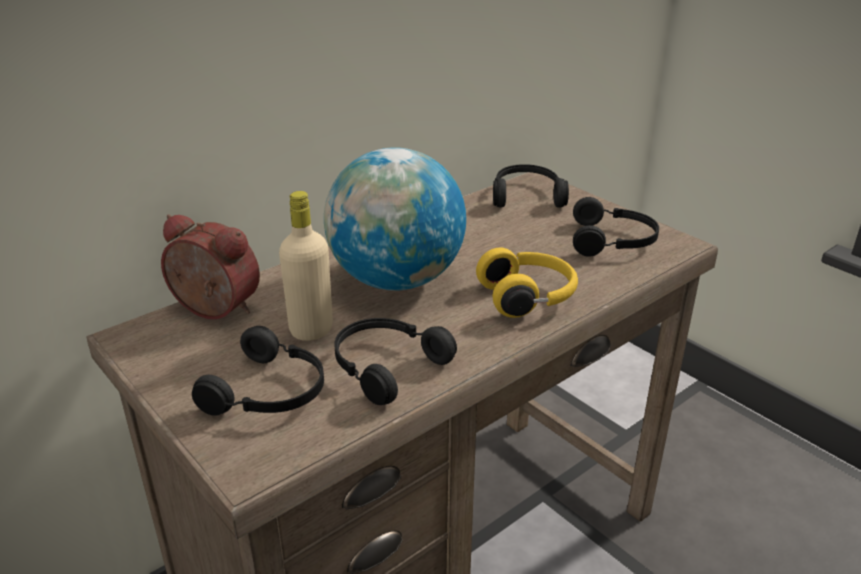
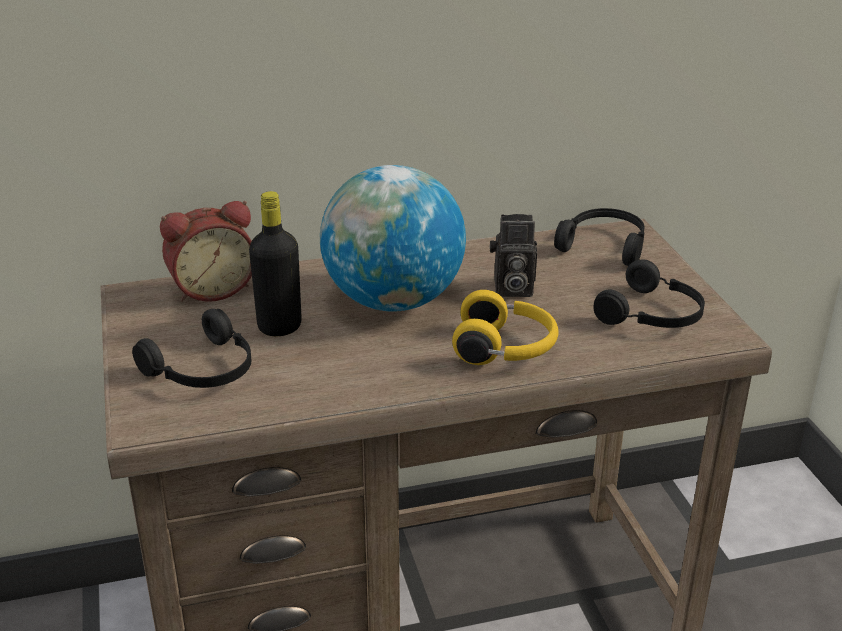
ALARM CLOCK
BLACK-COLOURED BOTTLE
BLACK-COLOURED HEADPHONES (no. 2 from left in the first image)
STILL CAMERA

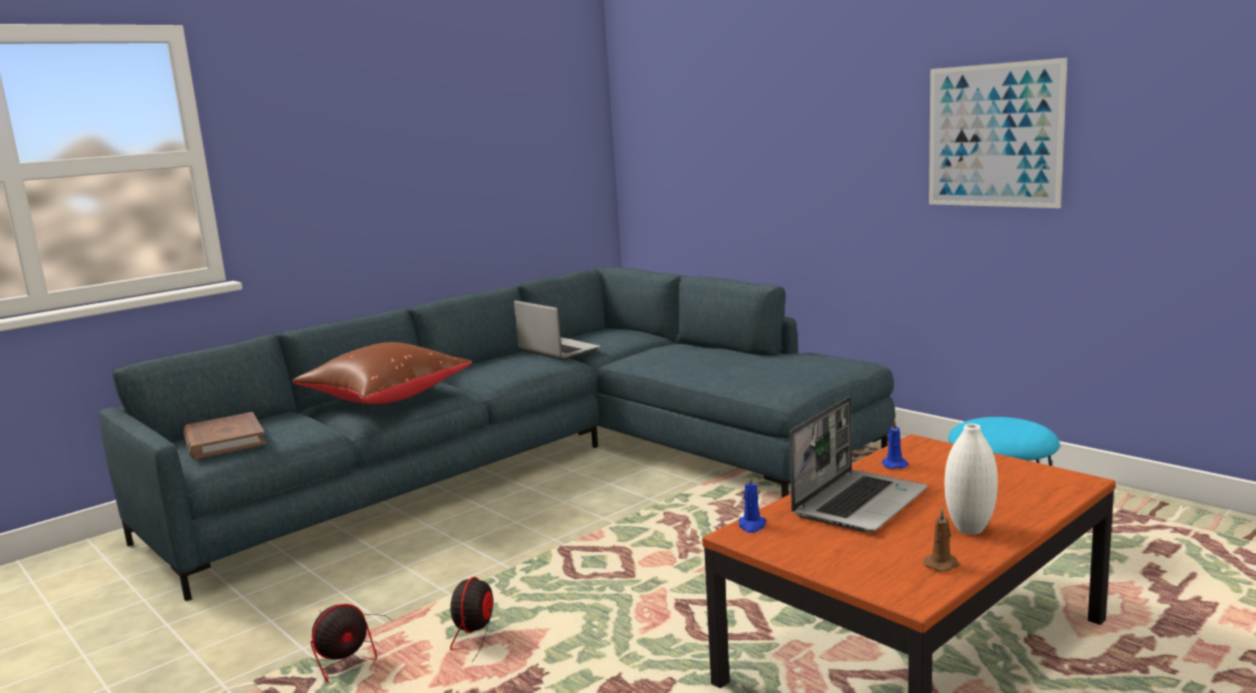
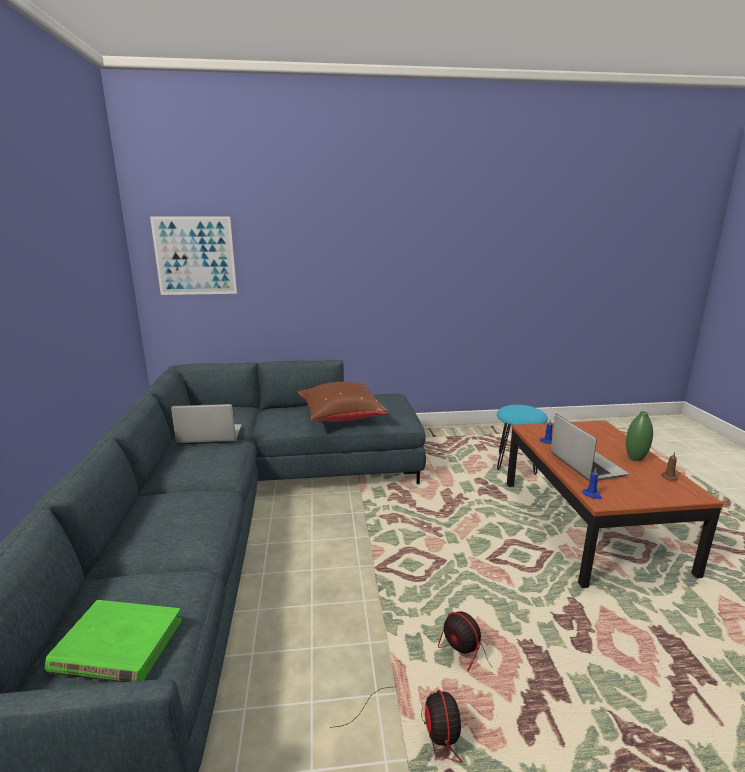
GREEN VOLUME
BROWN PILLOW
WALL ART
GREEN DECORATIVE VASE

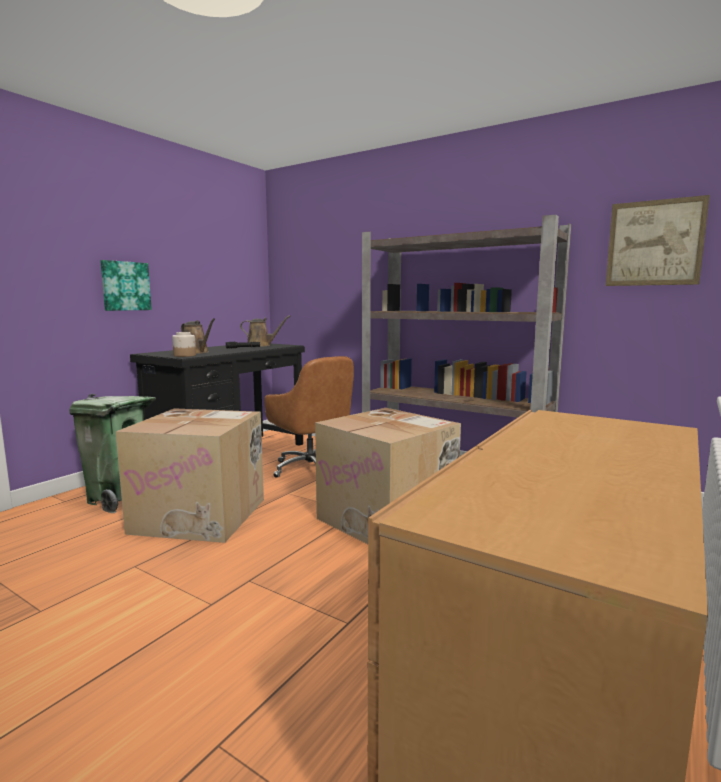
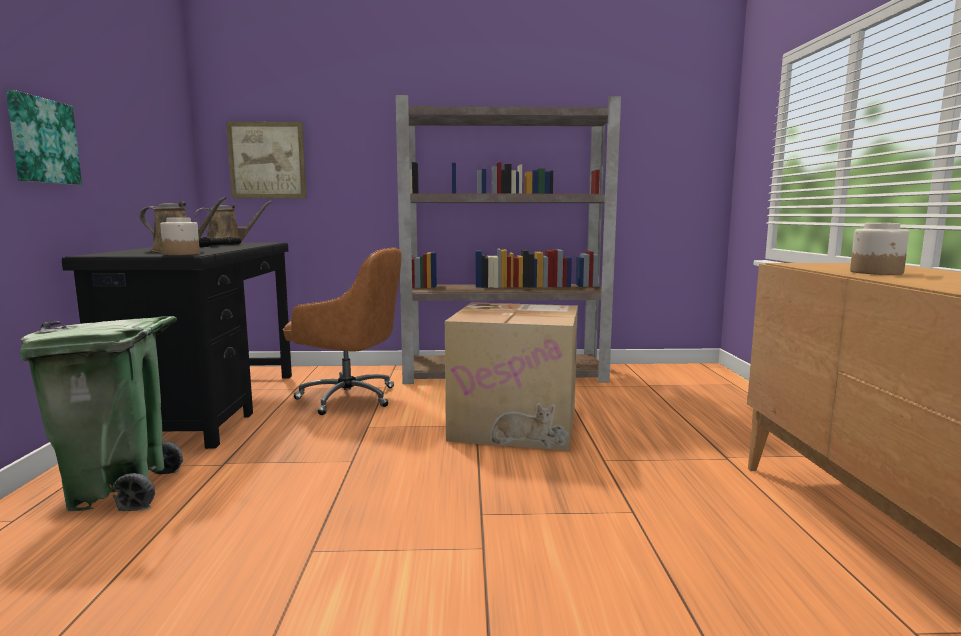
PACKING BOX (no. 1 from left in the first image)
WALL ART (no. 2 from left)
PRESERVE JAR (no. 2 from left)

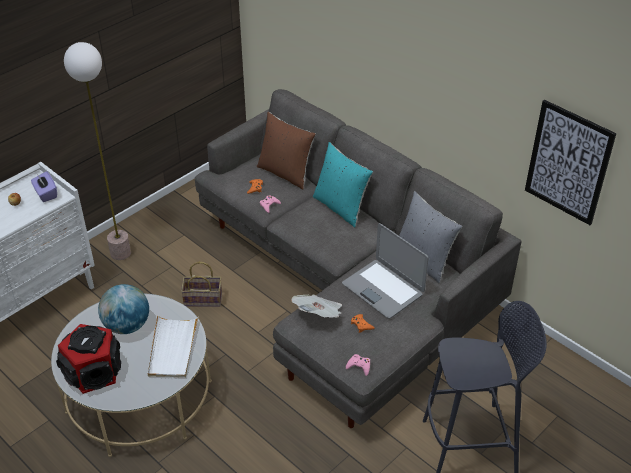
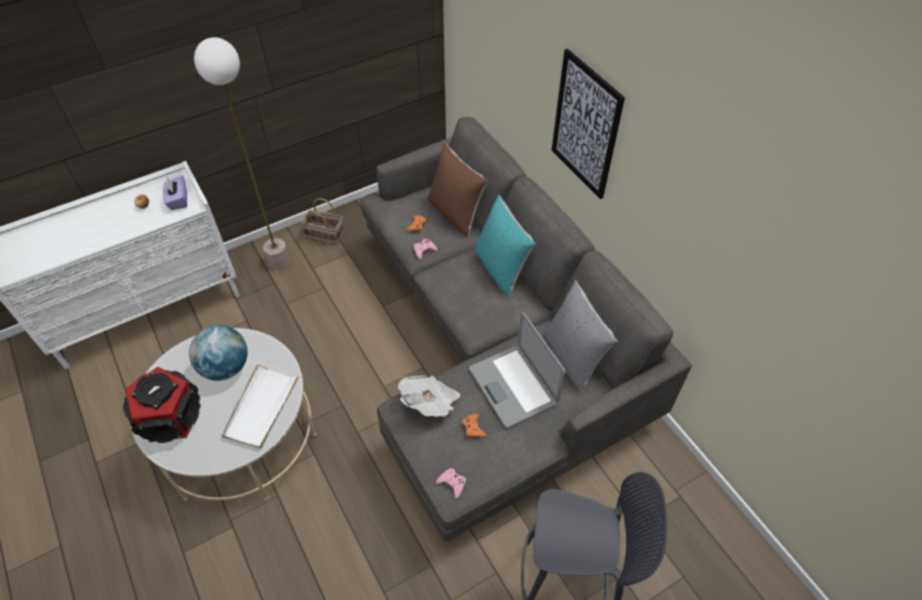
BASKET
WALL ART

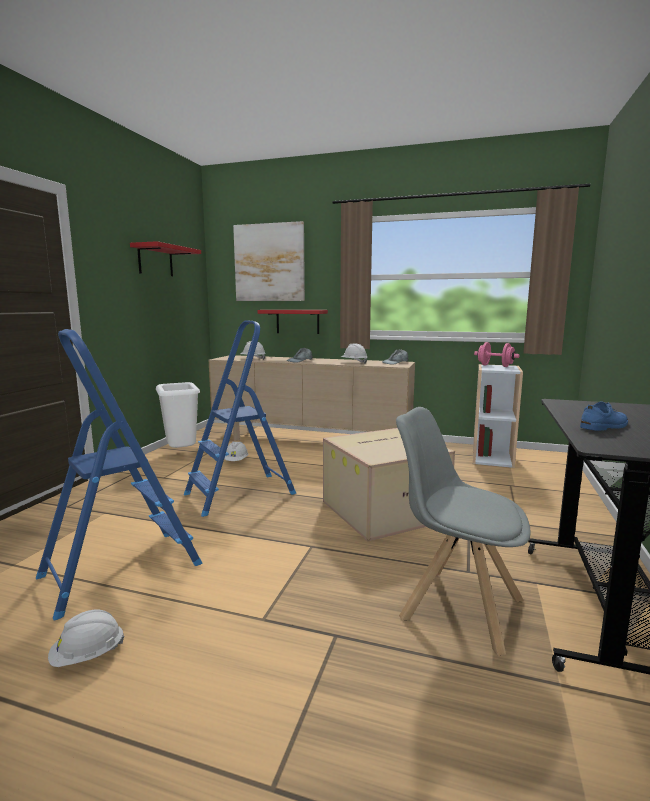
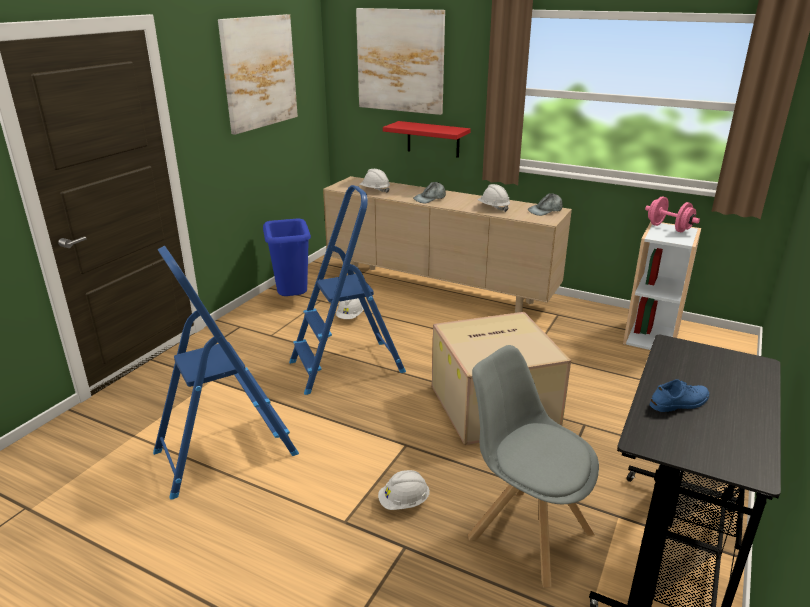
WHITISH HARD HAT (no. 3 from left)
WALL ART (no. 1 from left)
BLUE-COLOURED RUBBISH BIN

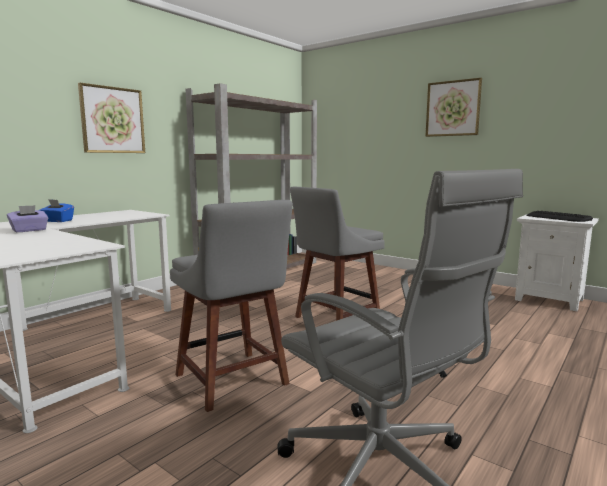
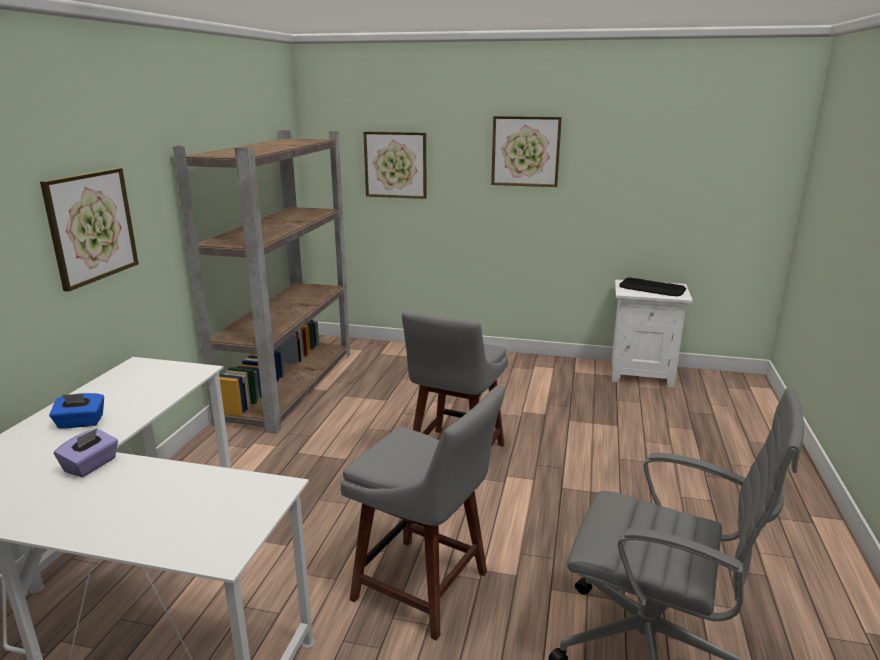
WALL ART (no. 2 from left)

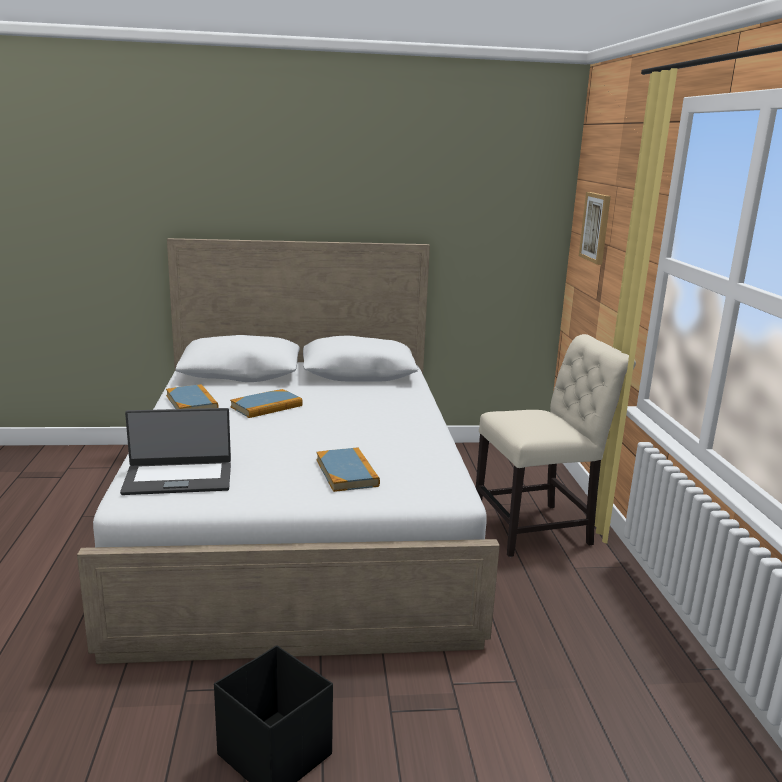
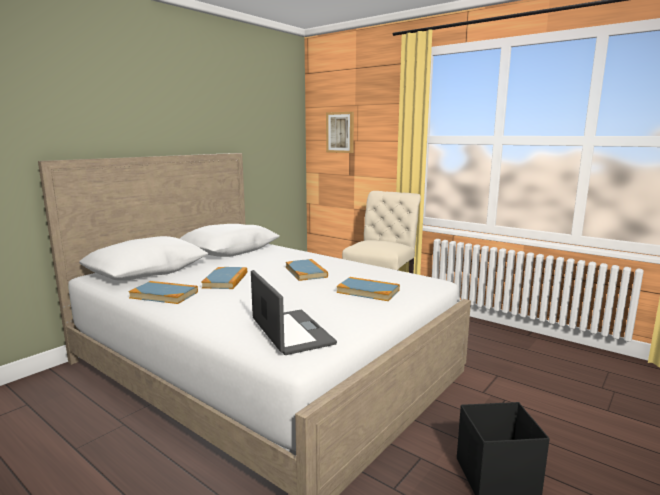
PORTABLE COMPUTER
VOLUME (no. 3 from left)

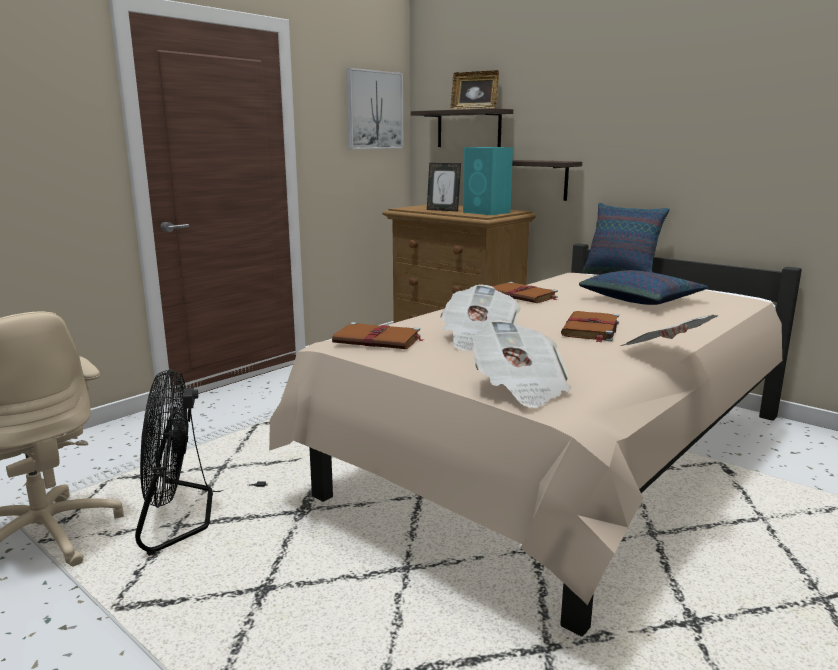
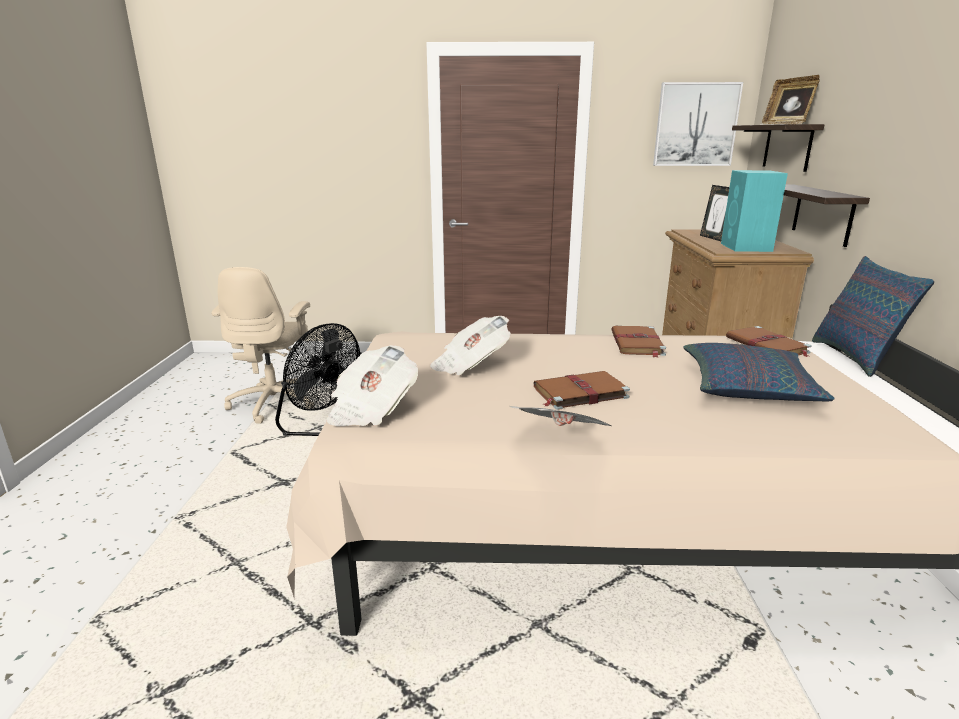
BROWN VOLUME (no. 3 from left)

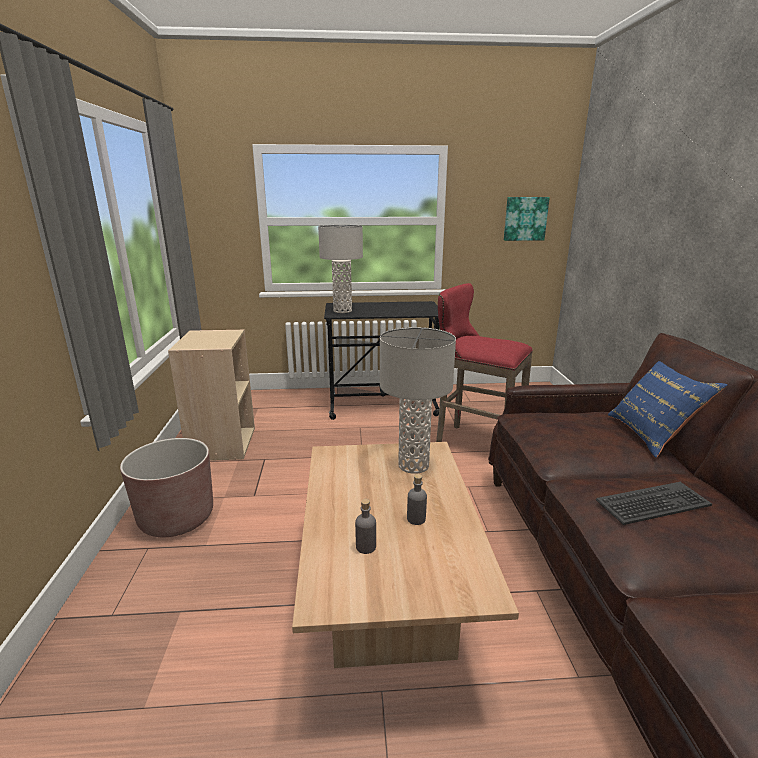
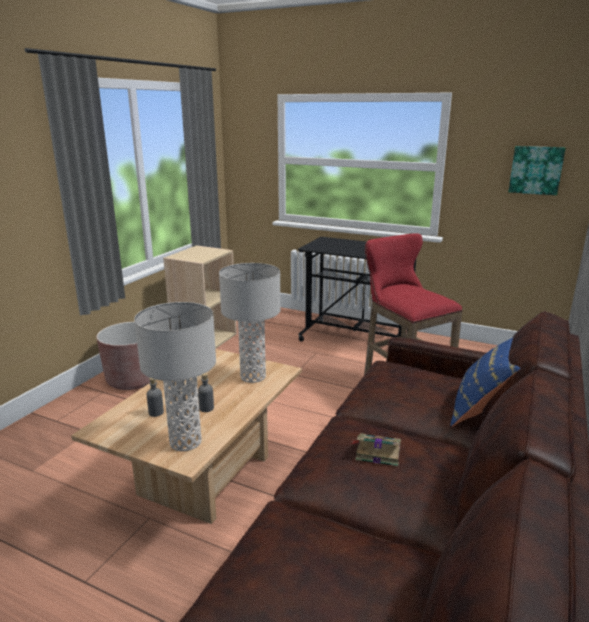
WHITISH LAMP FOR A TABLE (no. 1 from left)
VOLUME

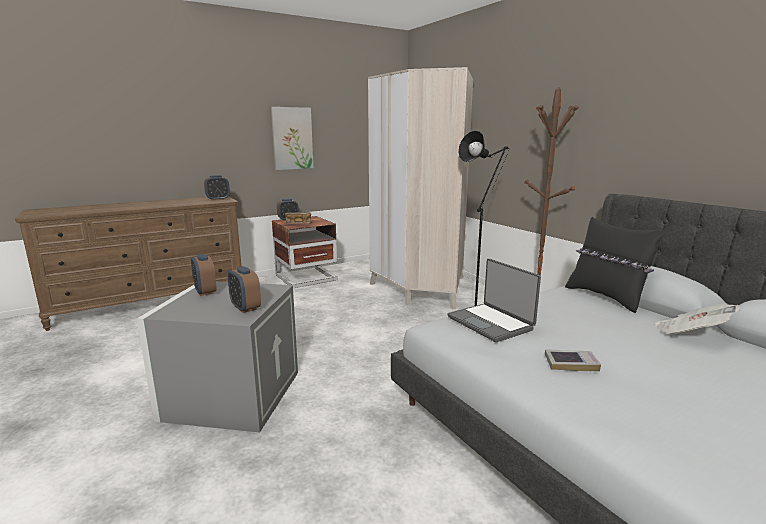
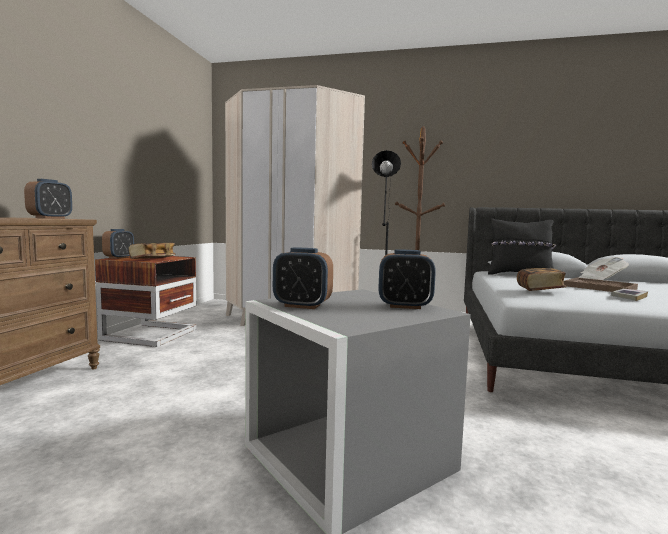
WALL ART
VOLUME (no. 2 from left)
BROWN CARRYING TRAY

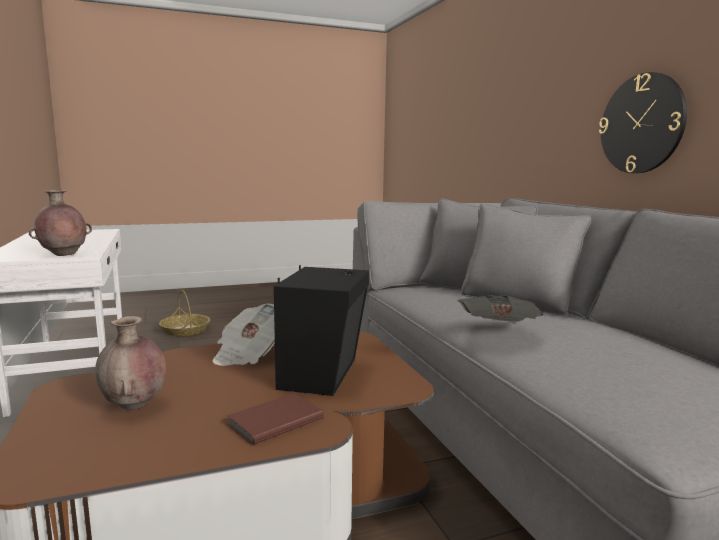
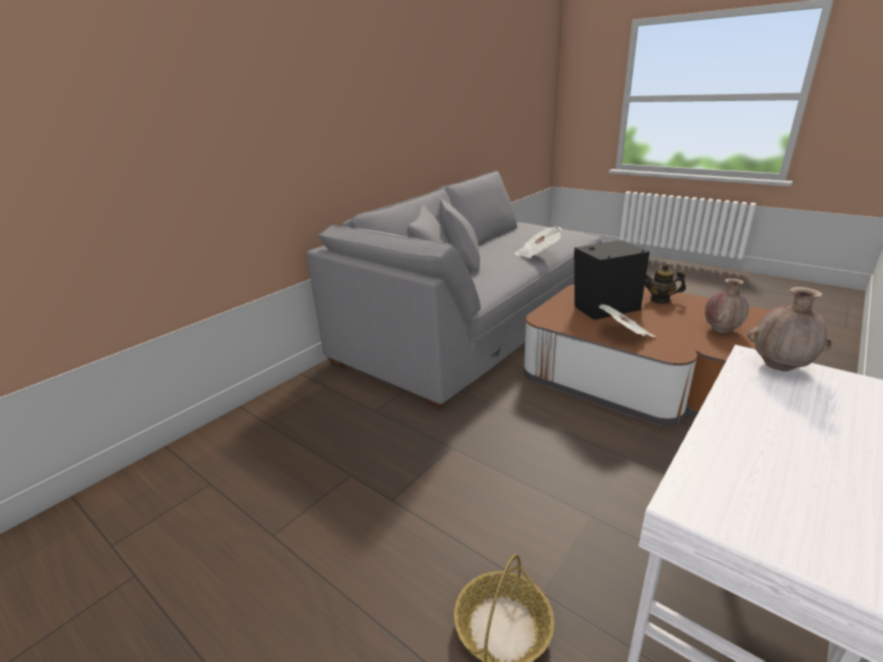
POT FOR TEA
HANGING CLOCK

